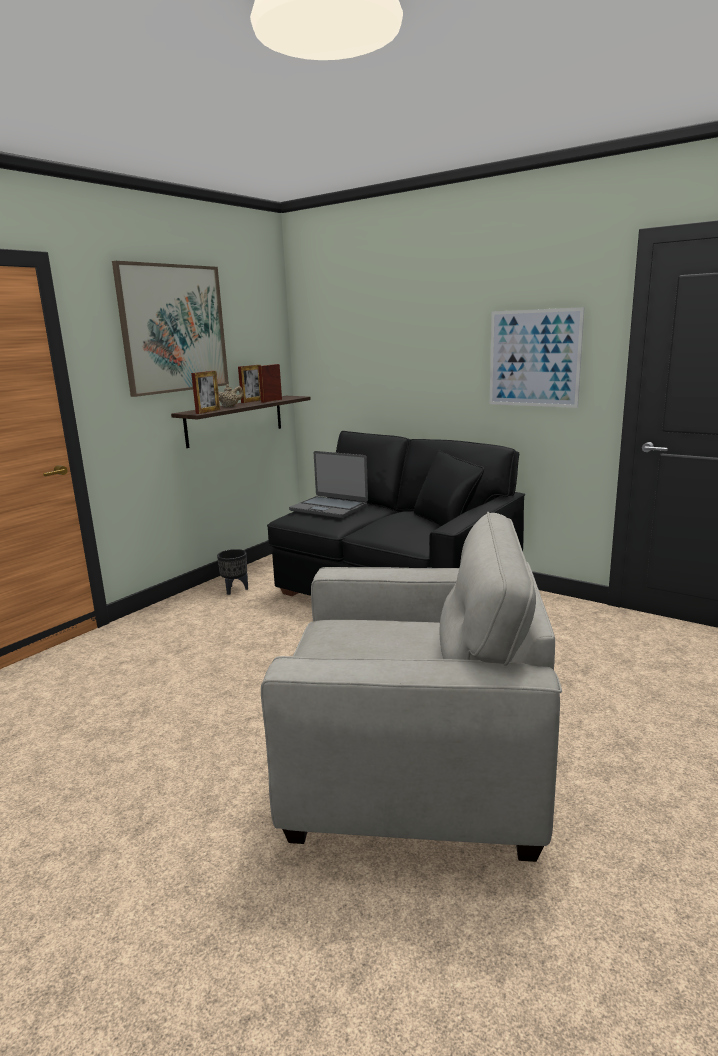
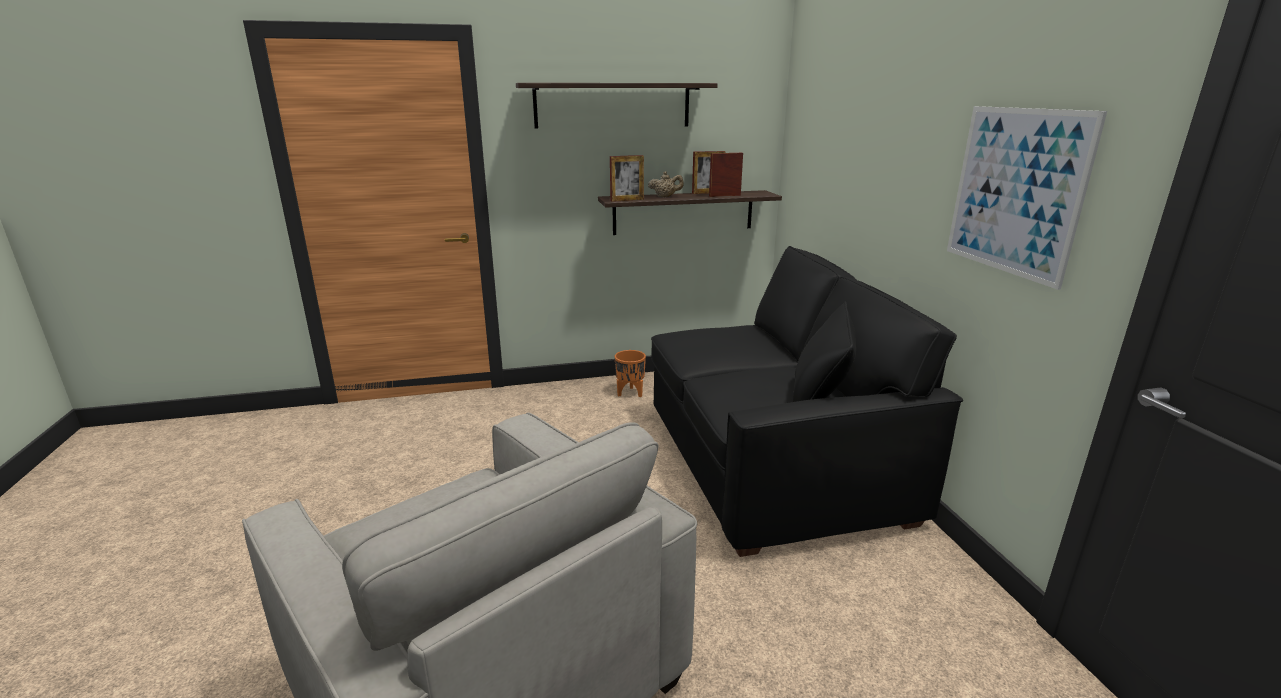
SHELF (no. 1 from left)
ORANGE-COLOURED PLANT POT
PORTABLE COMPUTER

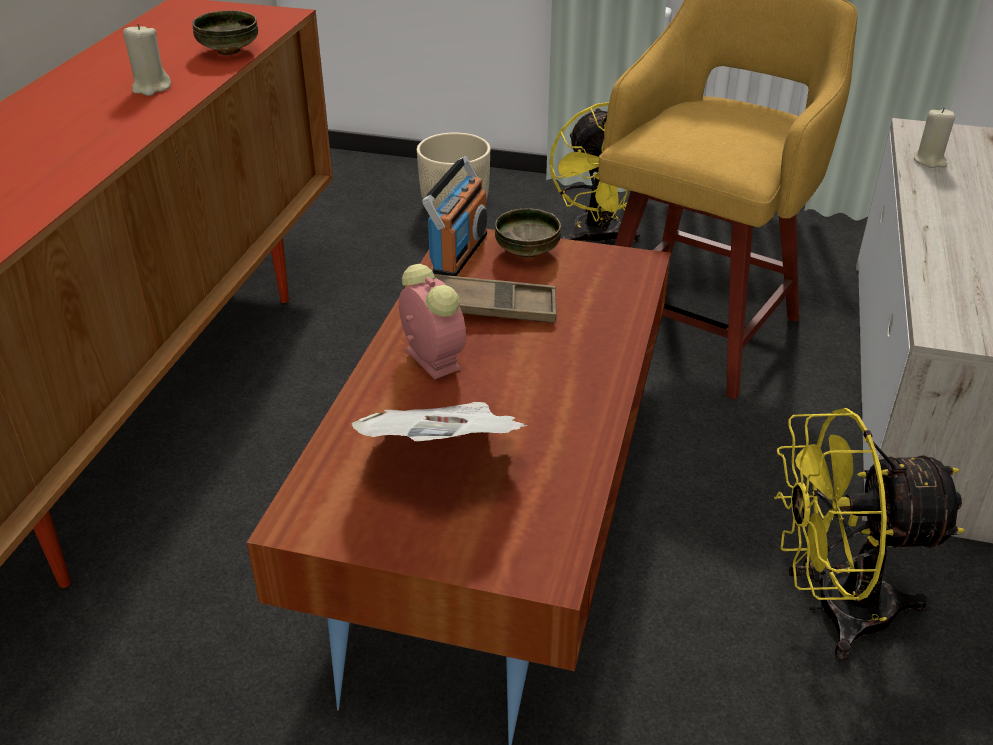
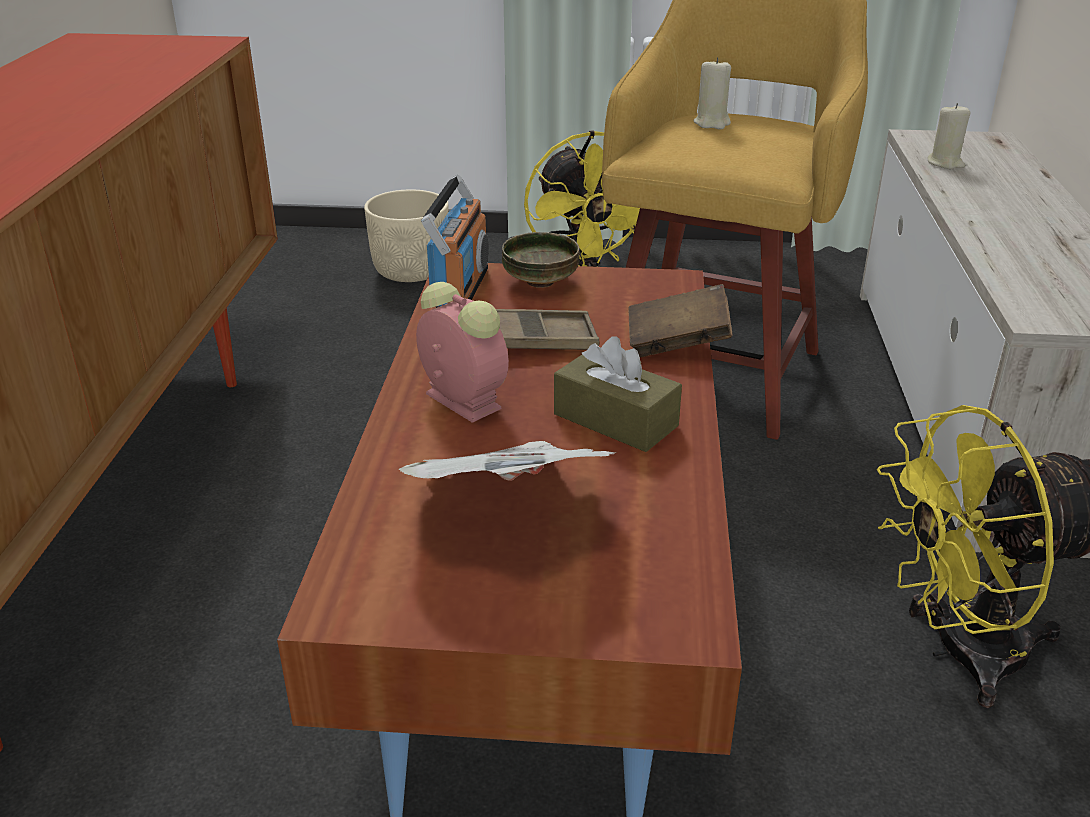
SAND-COLOURED WAX LIGHT (no. 1 from left)
SERVING BOWL (no. 1 from left in the first image)
BROWN BOX OF TISSUES
BROWN VOLUME

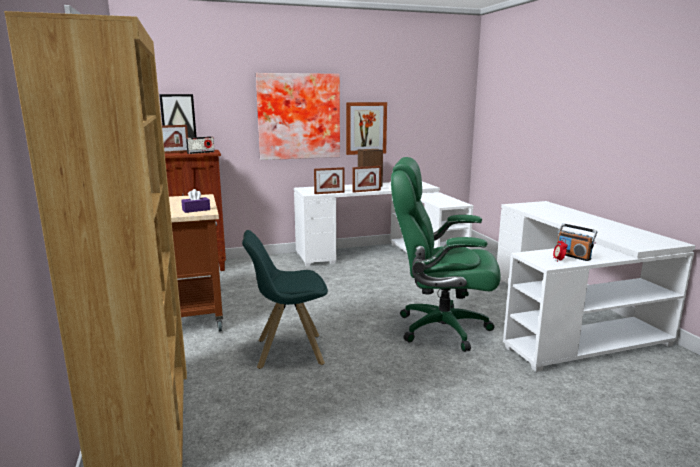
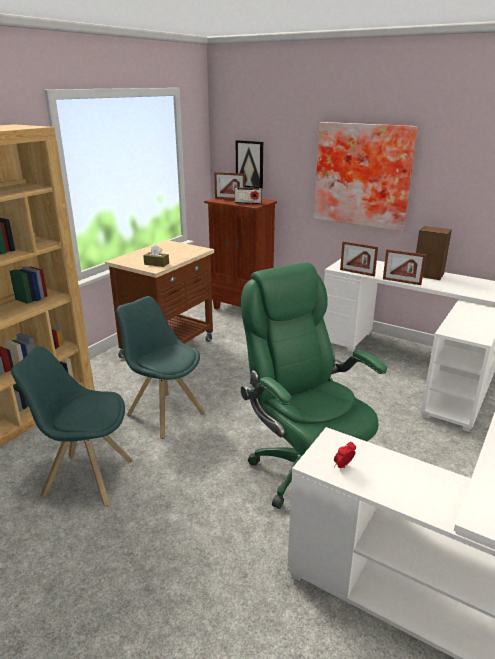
BROWN BOX OF TISSUES
WALL ART (no. 3 from left in the first image)
RADIO SET (no. 2 from left in the first image)
TURQUOISE-COLOURED PLAIN CHAIR (no. 1 from left)

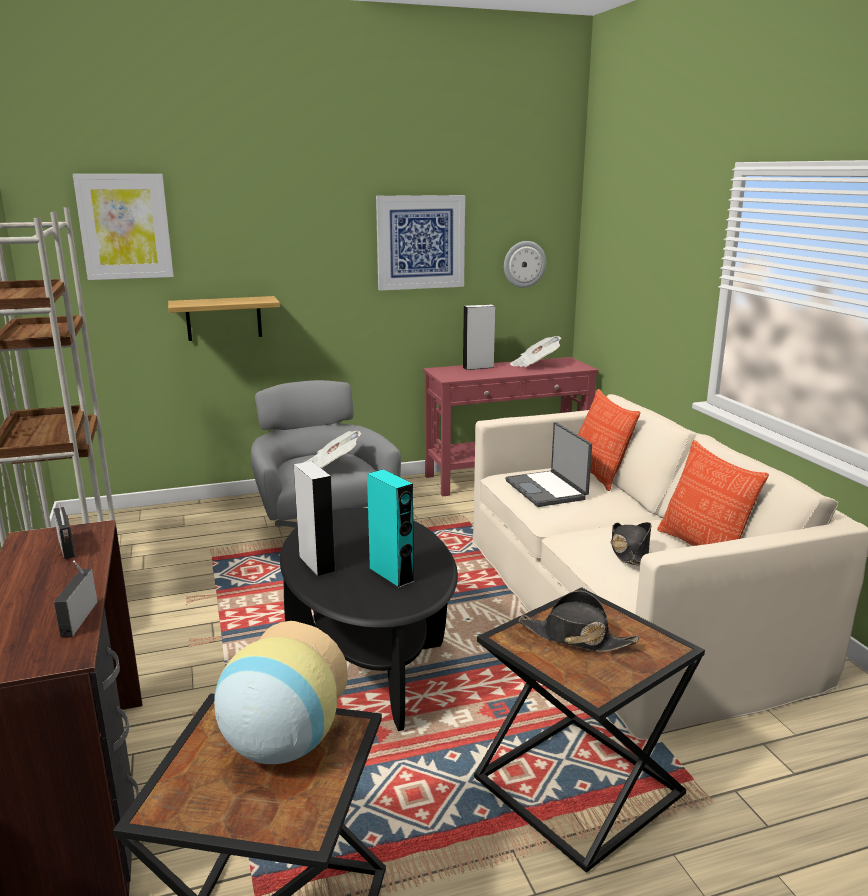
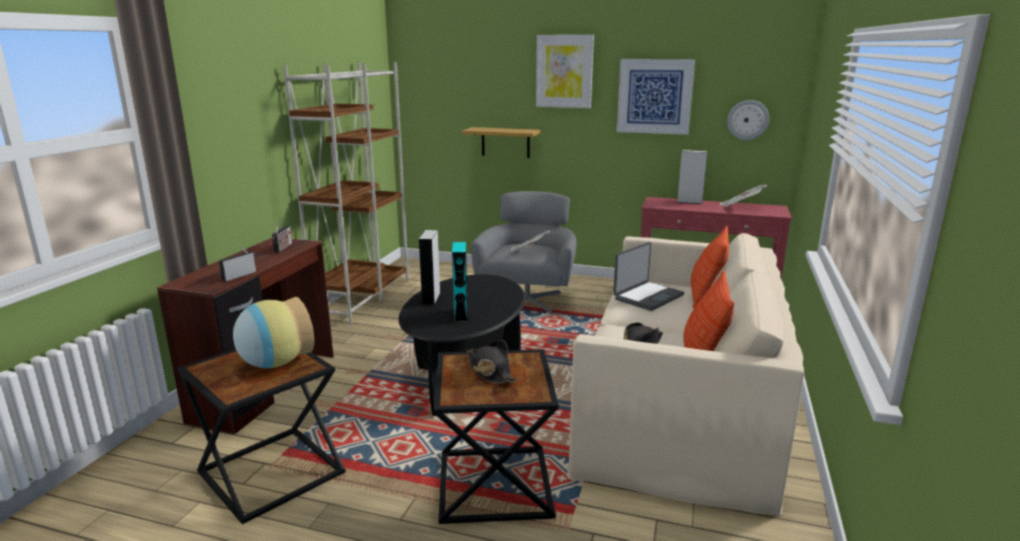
WALL ART (no. 1 from left)
PORTABLE COMPUTER

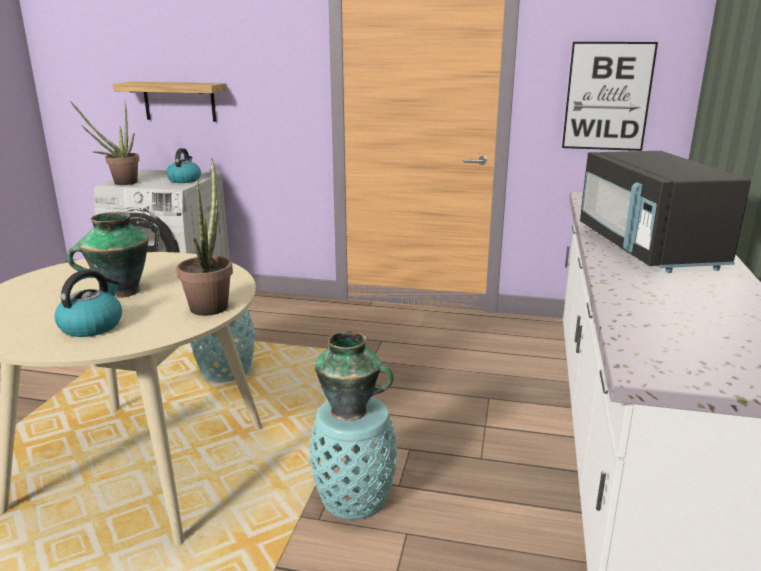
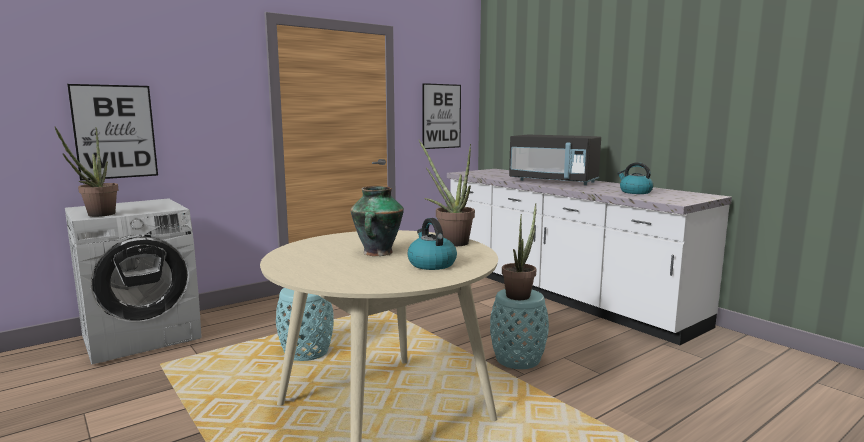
WALL ART (no. 1 from left)
TEA KETTLE (no. 2 from left)
PLANT IN A POT (no. 3 from left)

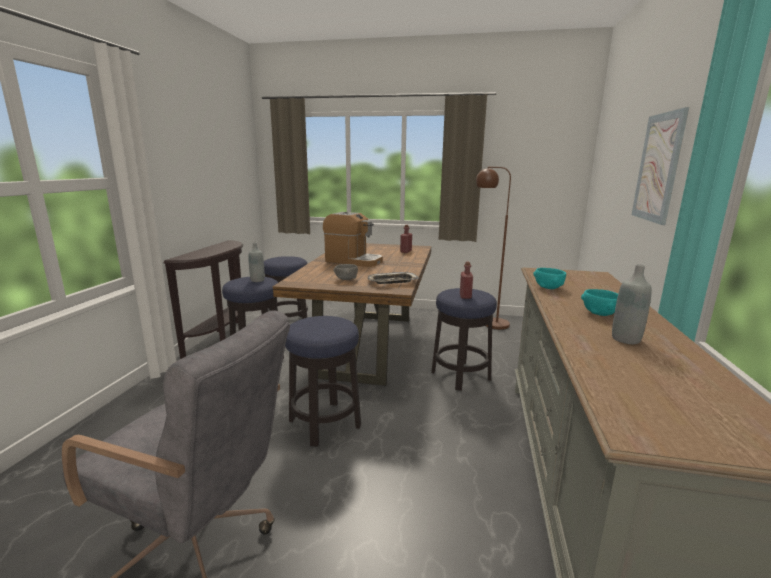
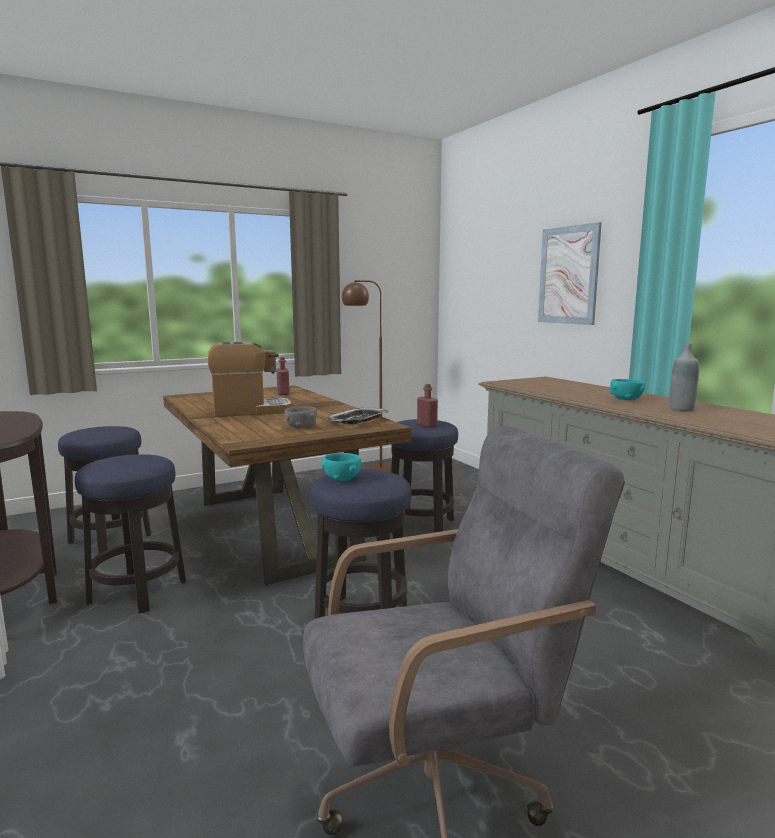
GREY BOTTLE (no. 1 from left in the first image)
TURQUOISE-COLOURED SERVING BOWL (no. 1 from left)

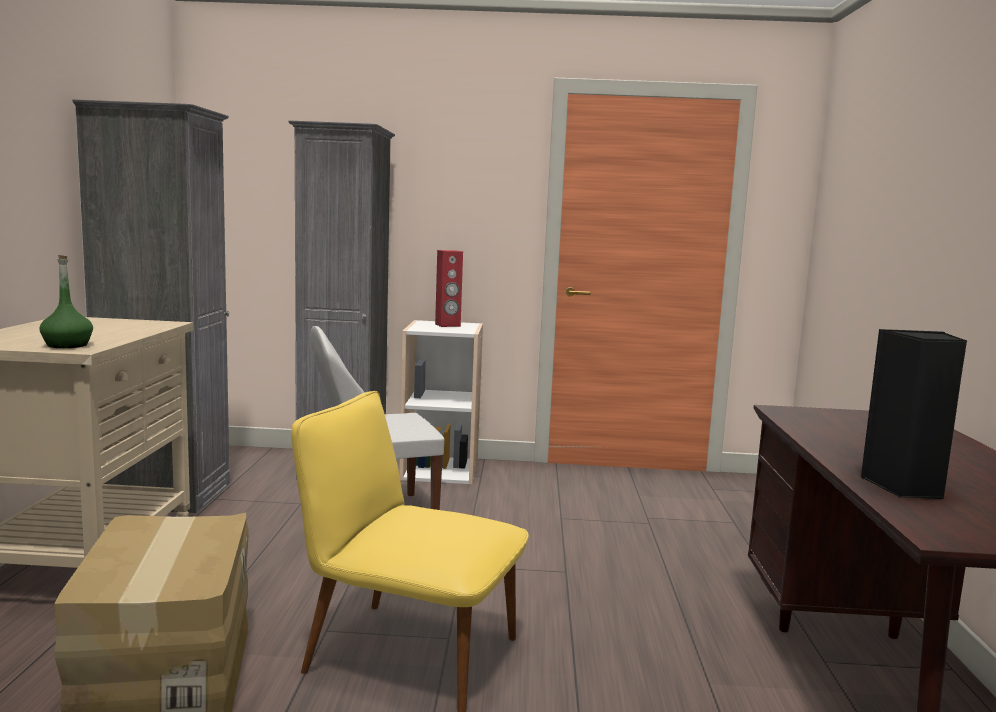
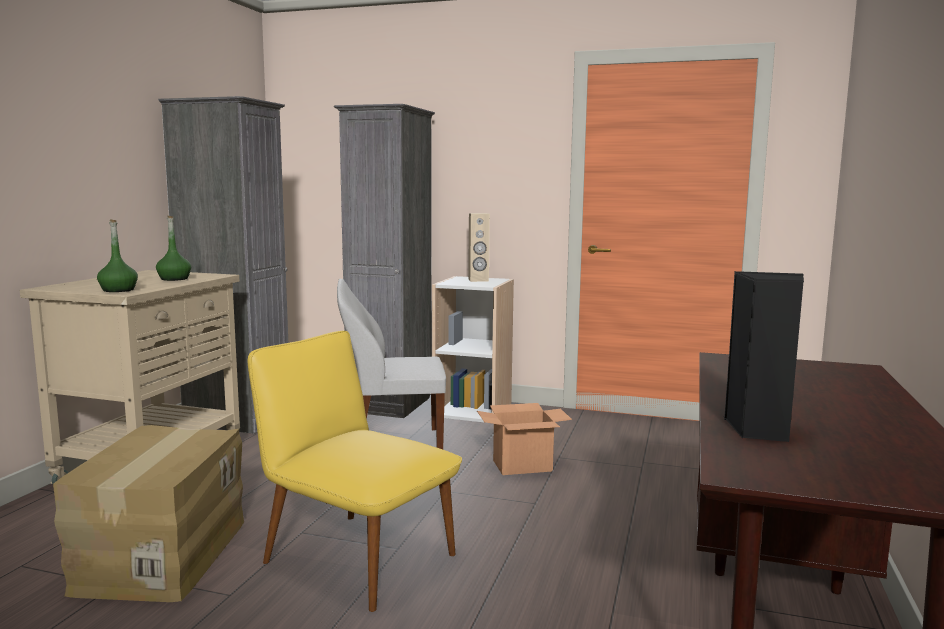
SAND-COLOURED AUDIO SPEAKER
GREEN BOTTLE (no. 2 from left)
PACKING BOX (no. 2 from left)

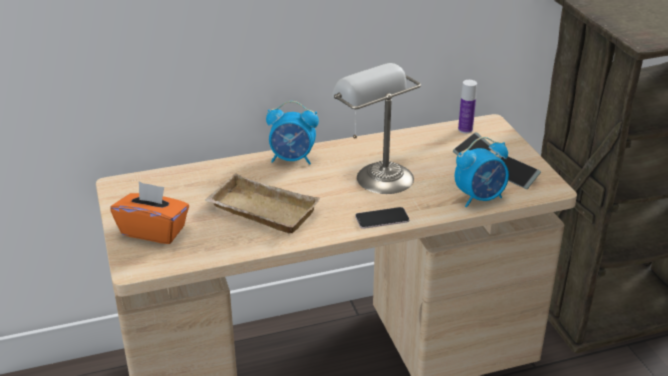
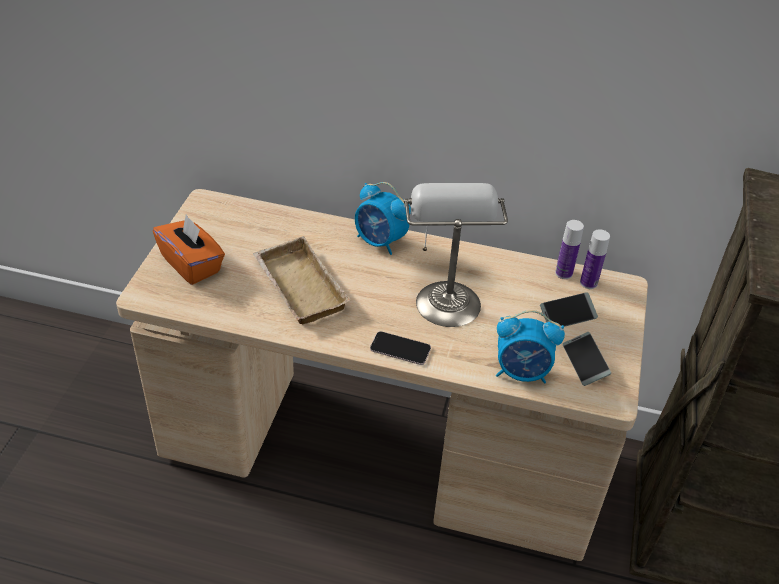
BOTTLE (no. 1 from left)

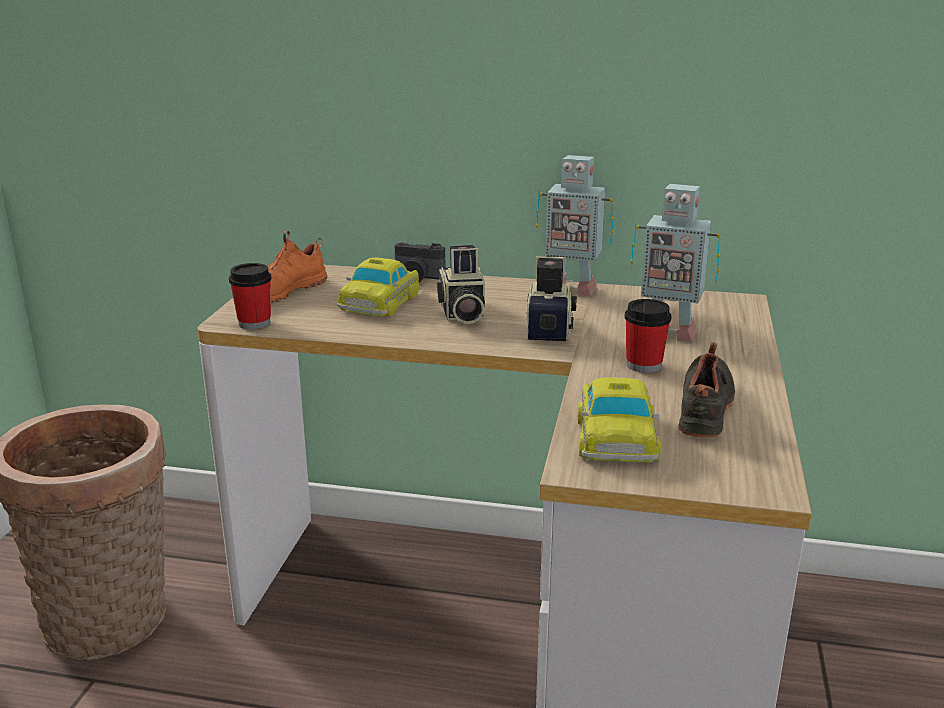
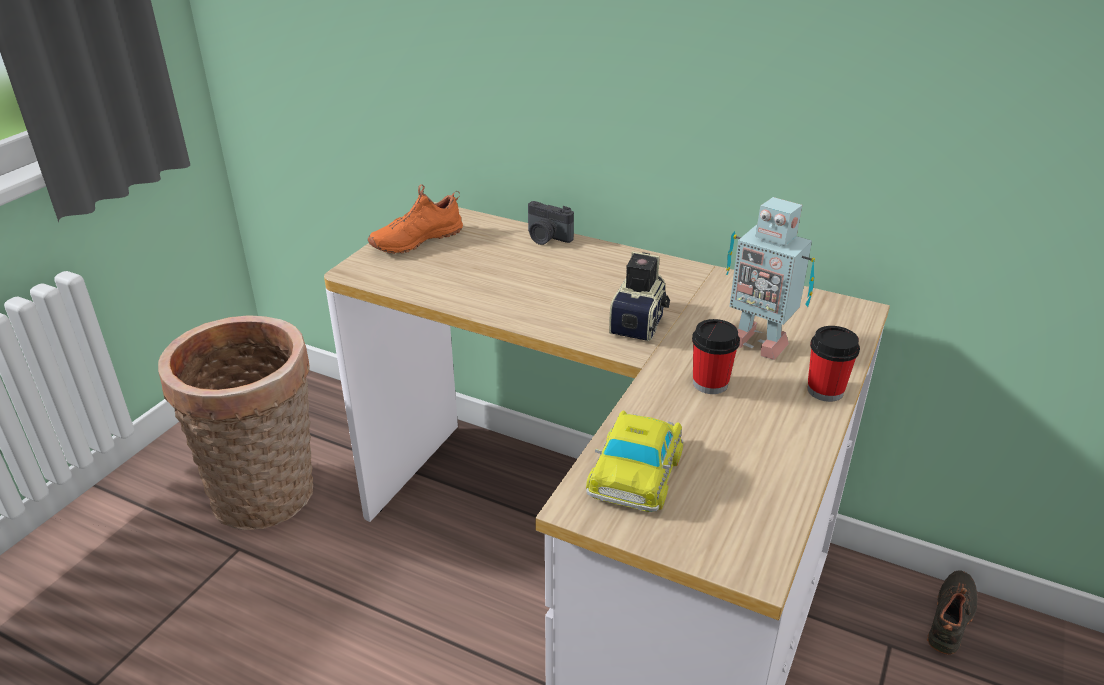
SMALL CUP (no. 2 from left)
MINIATURE CAR (no. 1 from left in the first image)
STILL CAMERA (no. 2 from left in the first image)
ROBOT FIGURE (no. 1 from left in the first image)
BLACK-COLOURED ITEM OF FOOTWEAR

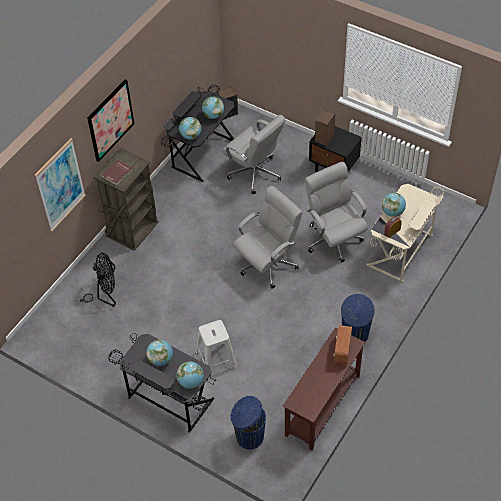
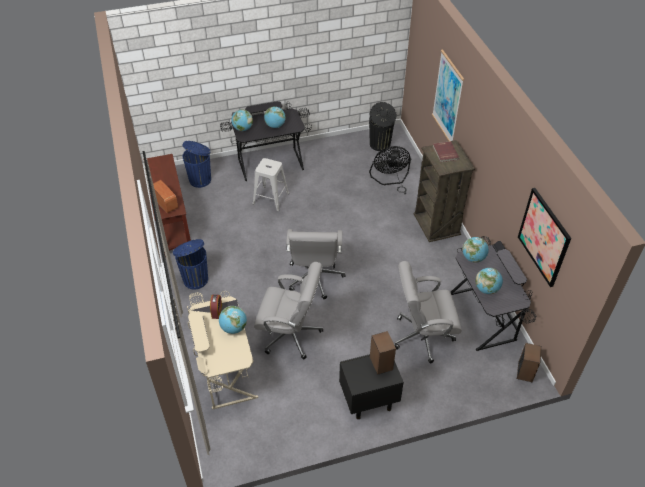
BLACK-COLOURED ELECTRIC FAN
WALL ART (no. 2 from left)
BLACK-COLOURED RUBBISH BIN

